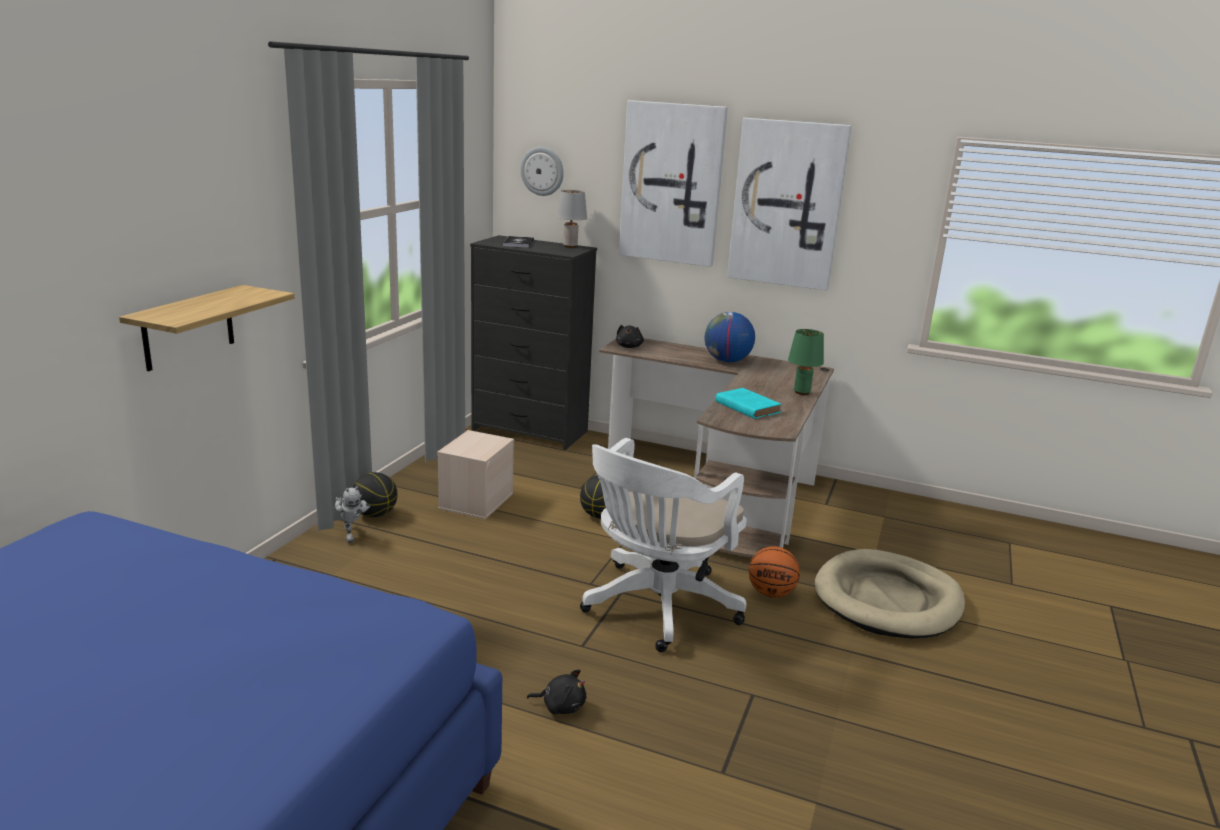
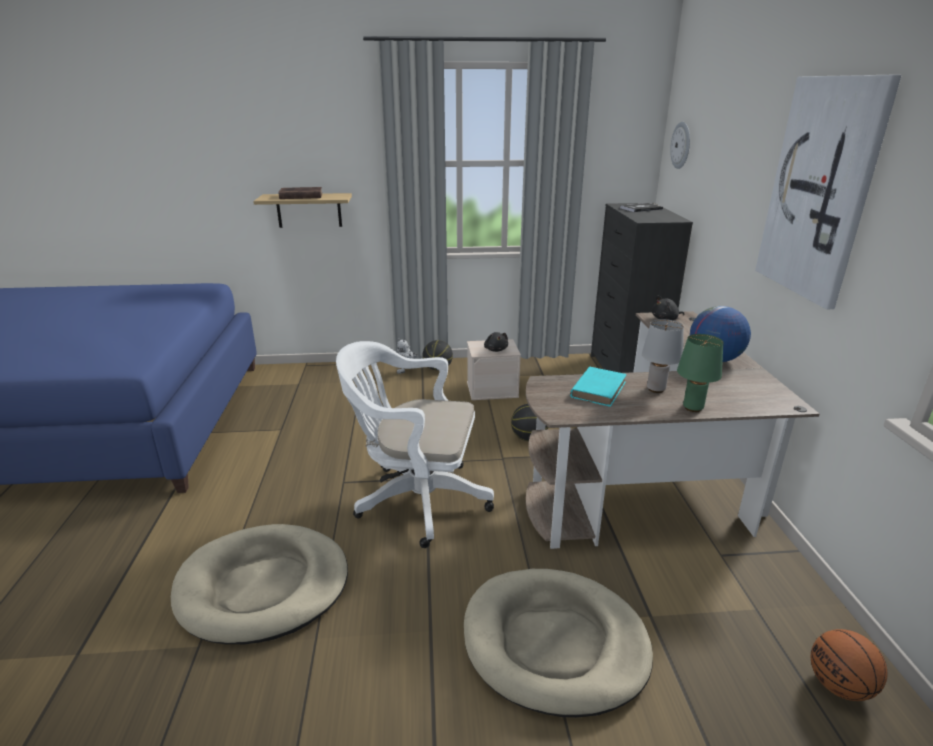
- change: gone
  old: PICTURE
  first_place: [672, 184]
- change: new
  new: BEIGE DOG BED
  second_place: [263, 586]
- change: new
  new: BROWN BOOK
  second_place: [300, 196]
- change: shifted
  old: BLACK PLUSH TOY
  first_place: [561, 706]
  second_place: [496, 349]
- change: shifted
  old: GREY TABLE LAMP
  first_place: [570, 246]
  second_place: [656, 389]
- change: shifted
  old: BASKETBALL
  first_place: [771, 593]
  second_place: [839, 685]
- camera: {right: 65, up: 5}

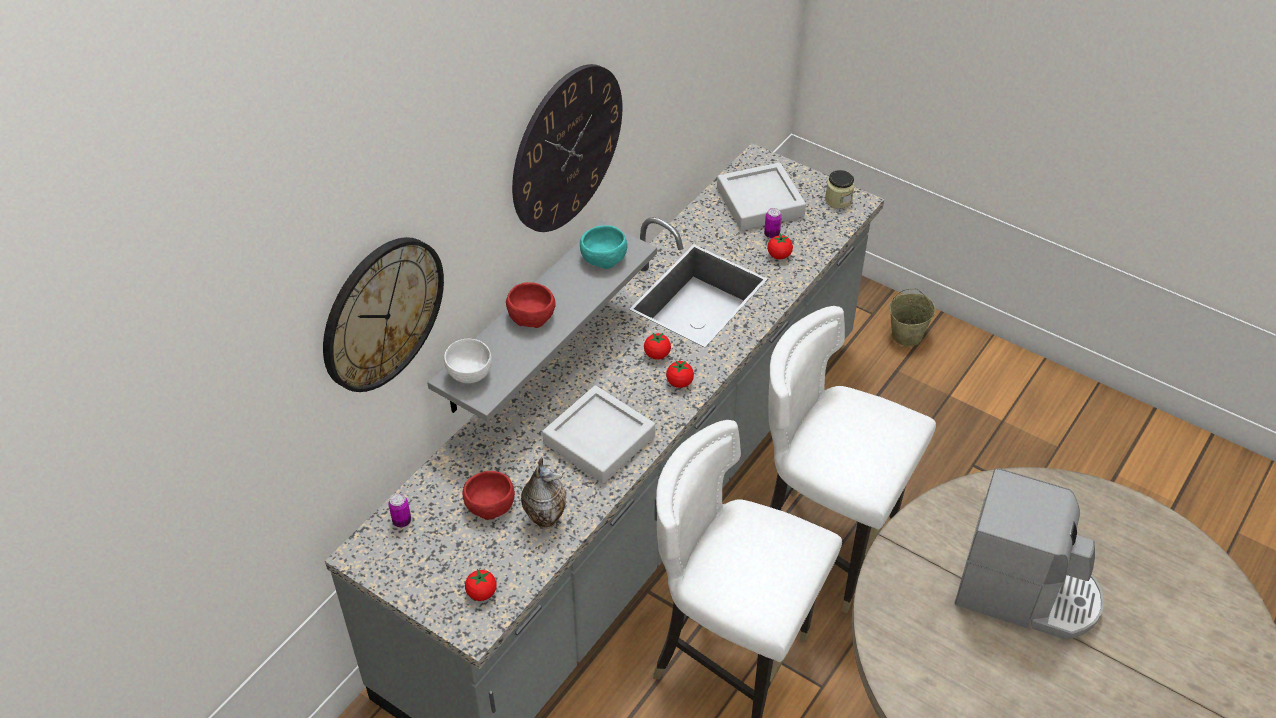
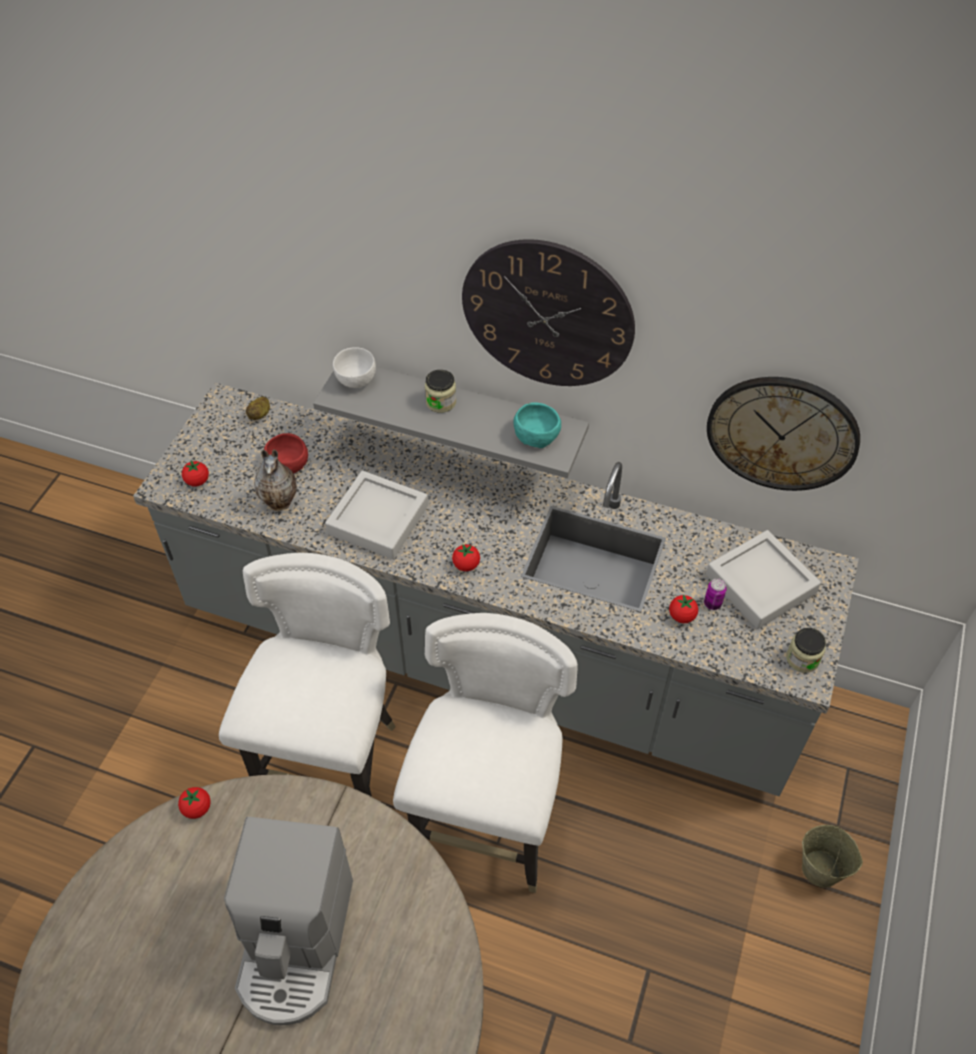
- change: shifted
  old: WALL CLOCK
  first_place: [382, 313]
  second_place: [782, 433]
- change: shifted
  old: TOMATO
  first_place: [657, 354]
  second_place: [197, 808]
- change: swapped
  old: CAN
  new: POTATO
  first_place: [402, 521]
  second_place: [260, 414]
- change: swapped
  old: RED BOWL
  new: JAR
  first_place: [531, 315]
  second_place: [441, 402]
- camera: {right: 75, up: 5}

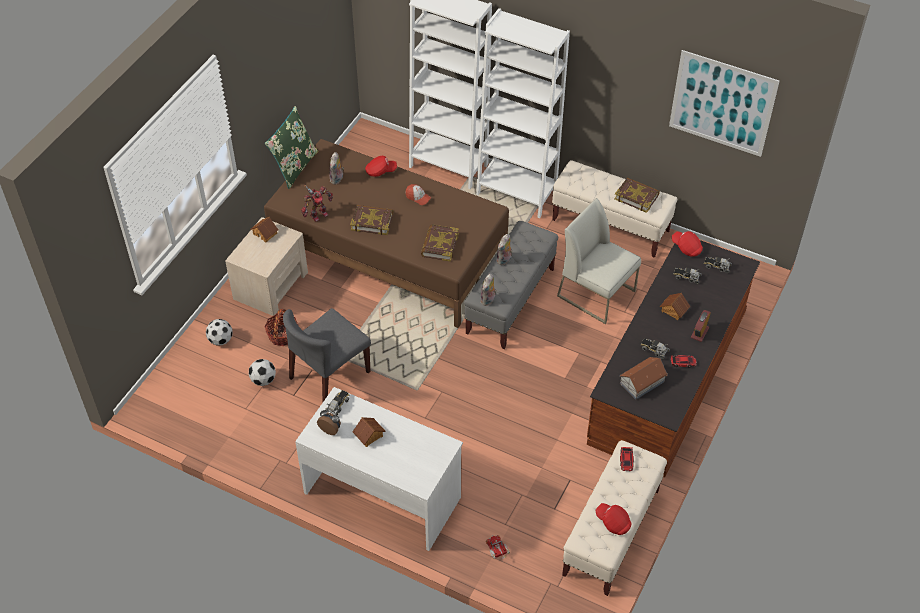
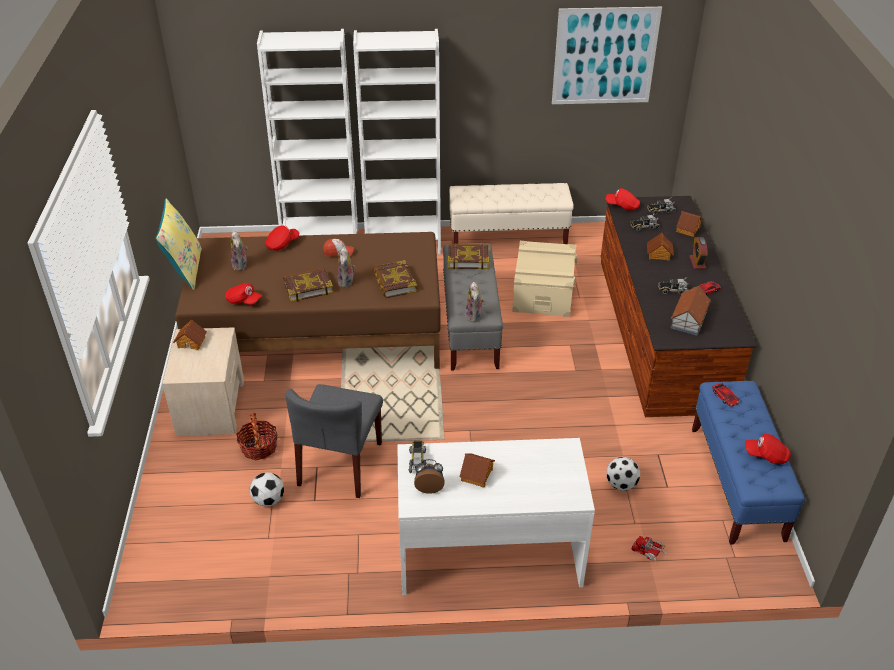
- change: new
  new: TOY HOUSE
  second_place: [688, 229]
- change: shifted
  old: FOOTBALL
  first_place: [220, 340]
  second_place: [621, 485]
- change: shifted
  old: PLUSH TOY
  first_place: [504, 260]
  second_place: [347, 282]
- change: shifted
  old: BOOK
  first_place: [636, 197]
  second_place: [468, 259]
- change: swapped
  old: TOY ROBOT
  new: RED CAP
  first_place: [318, 214]
  second_place: [243, 301]
- change: swapped
  old: WHITE CHAIR
  new: BEIGE STORAGE BOX
  first_place: [597, 293]
  second_place: [543, 292]
- change: repainted
  old: GREEN PILLOW
  new: YELLOW PILLOW
  first_place: [294, 167]
  second_place: [185, 270]
- change: repainted
  old: BEIGE BENCH
  new: BLUE BENCH
  first_place: [611, 533]
  second_place: [736, 483]
- camera: {right: -30, up: -10}

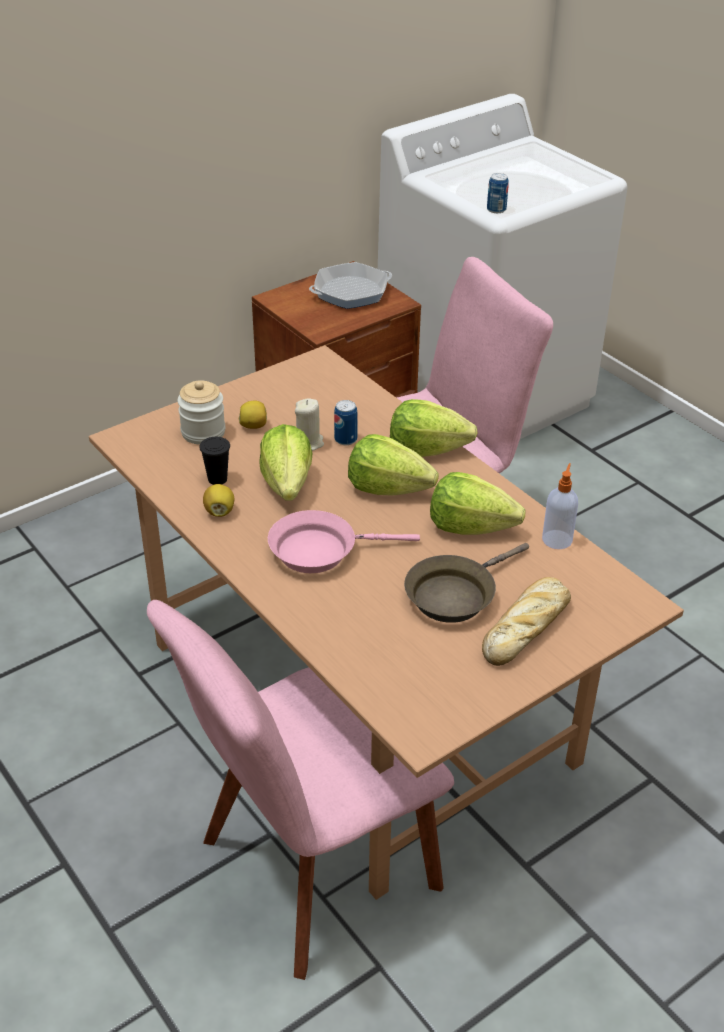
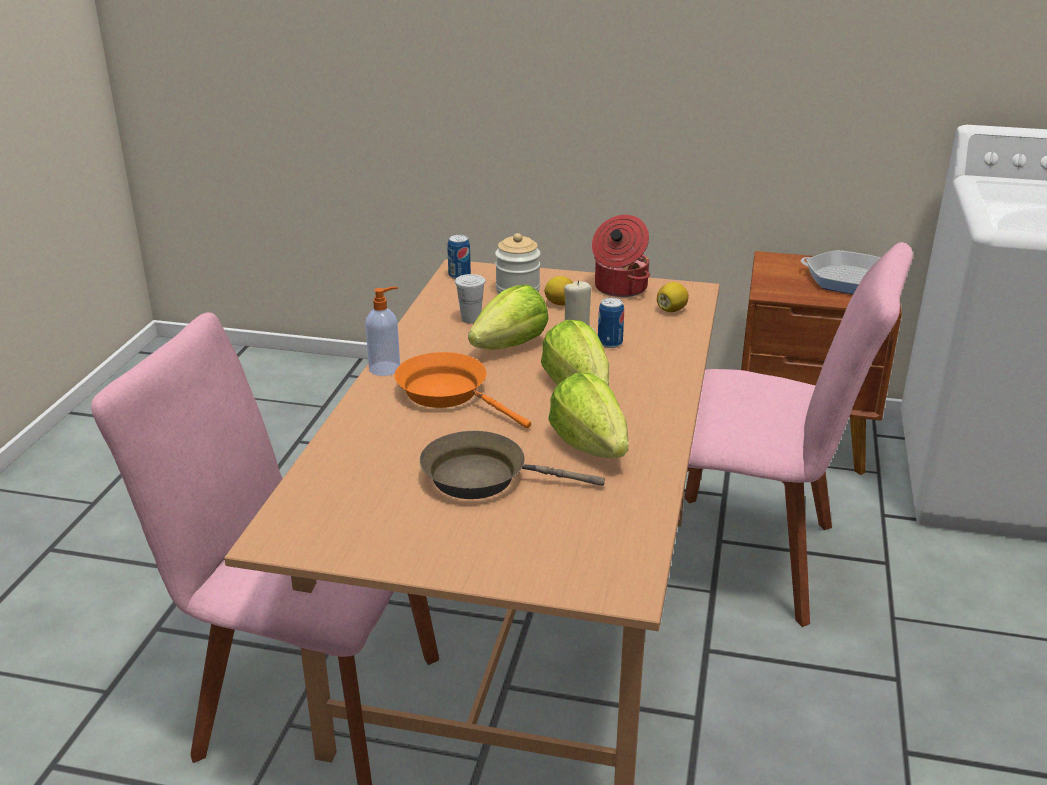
- change: gone
  old: LETTUCE
  first_place: [426, 449]
- change: gone
  old: BREAD
  first_place: [527, 626]
- change: new
  new: COOKING POT
  second_place: [619, 288]
- change: shifted
  old: LEMON
  first_place: [219, 511]
  second_place: [671, 310]
- change: shifted
  old: CAN
  first_place: [496, 209]
  second_place: [459, 275]
- change: shifted
  old: SOAP DISPENSER
  first_place: [557, 539]
  second_place: [386, 368]
- change: repainted
  old: BLACK CUP
  new: WHITE CUP
  first_place: [217, 479]
  second_place: [471, 319]
- change: repainted
  old: PINK FRYING PAN
  new: ORANGE FRYING PAN
  first_place: [320, 550]
  second_place: [448, 393]
- camera: {right: 50, up: -10}

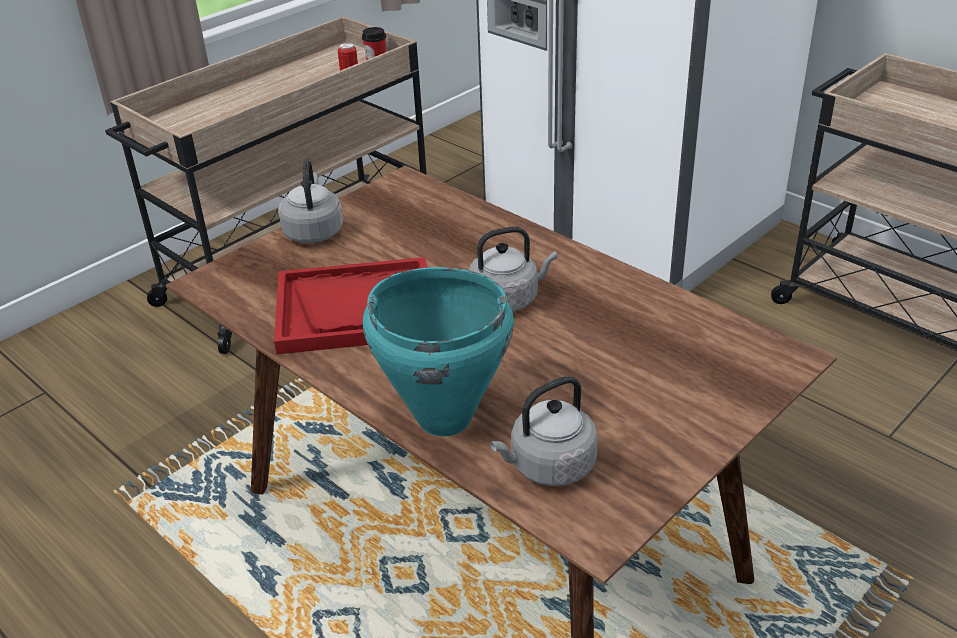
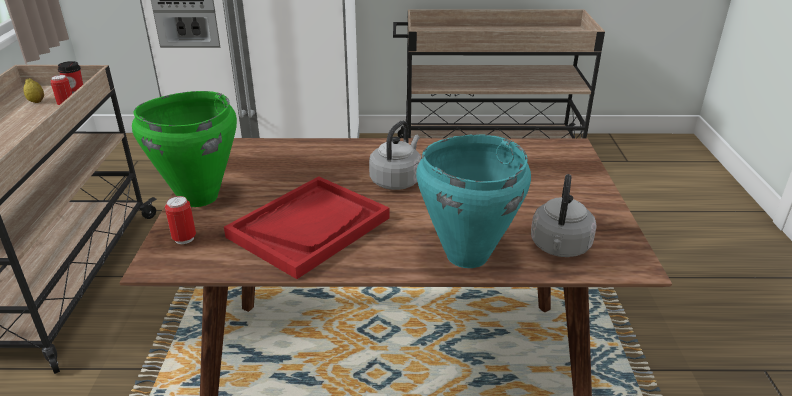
- change: new
  new: LEMON
  second_place: [36, 101]
- change: new
  new: CAN
  second_place: [184, 239]
- change: swapped
  old: GREY KETTLE
  new: GREEN COOKING POT
  first_place: [314, 231]
  second_place: [198, 197]
- camera: {right: -45, up: -5}

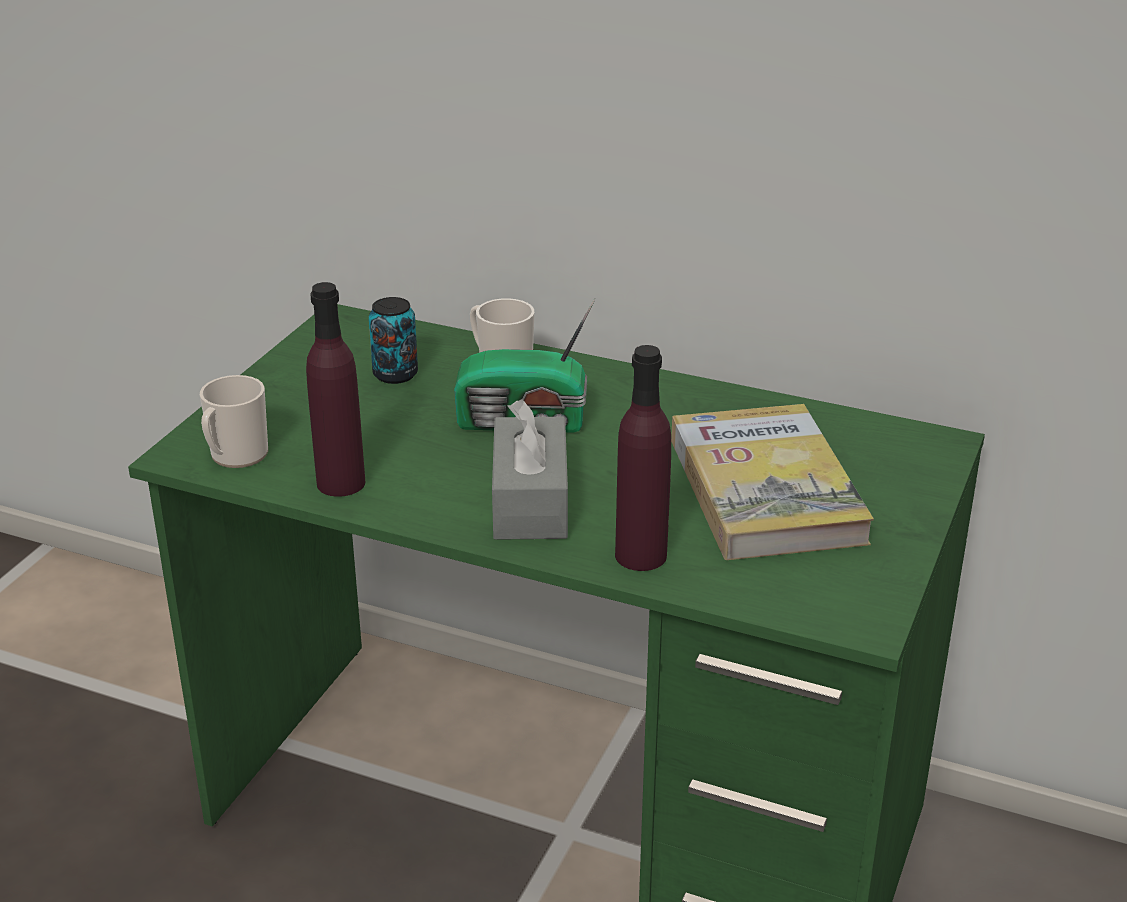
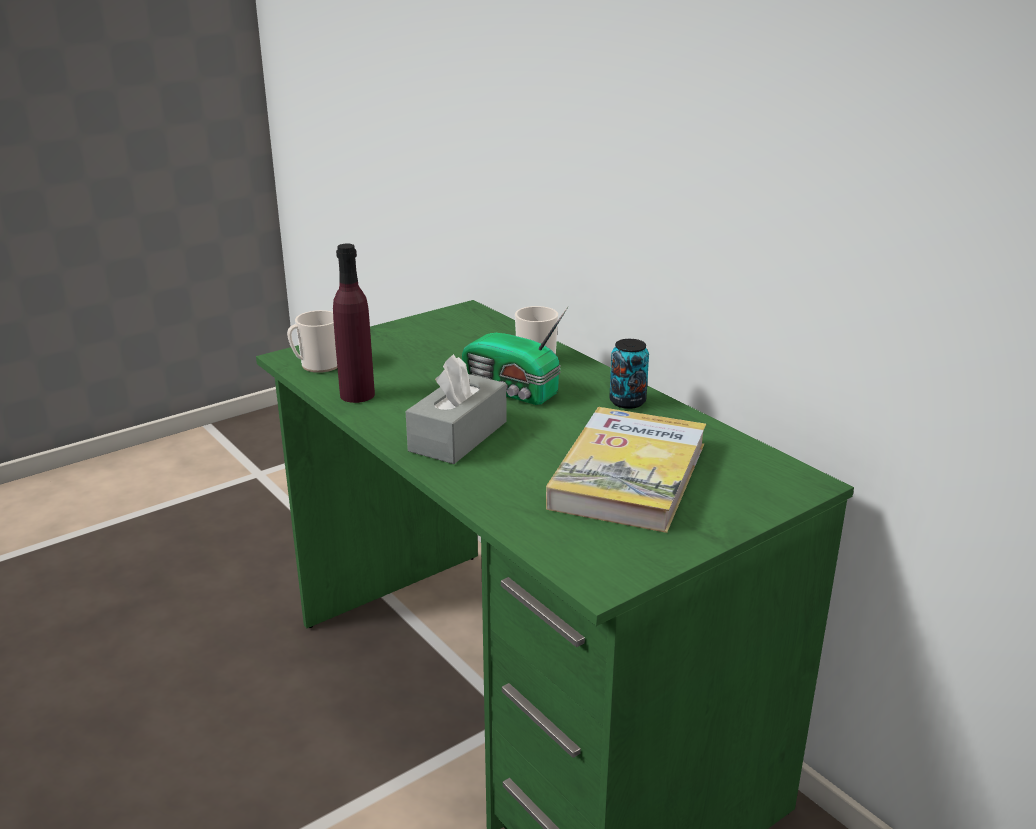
- change: gone
  old: PURPLE BOTTLE
  first_place: [641, 555]
- change: shifted
  old: CAN
  first_place: [395, 374]
  second_place: [627, 402]
- camera: {right: 30, up: -5}

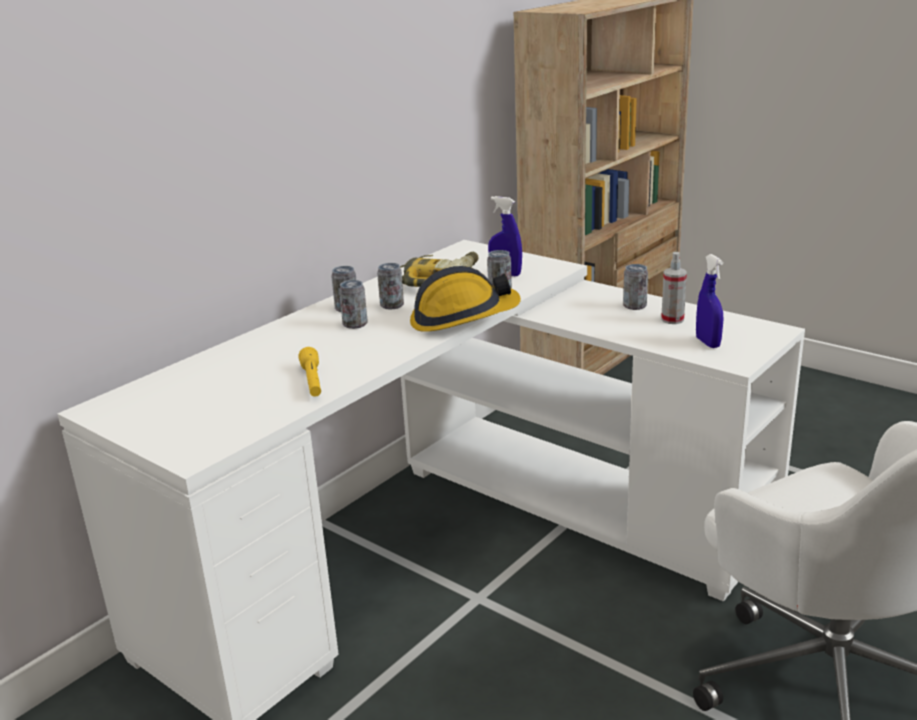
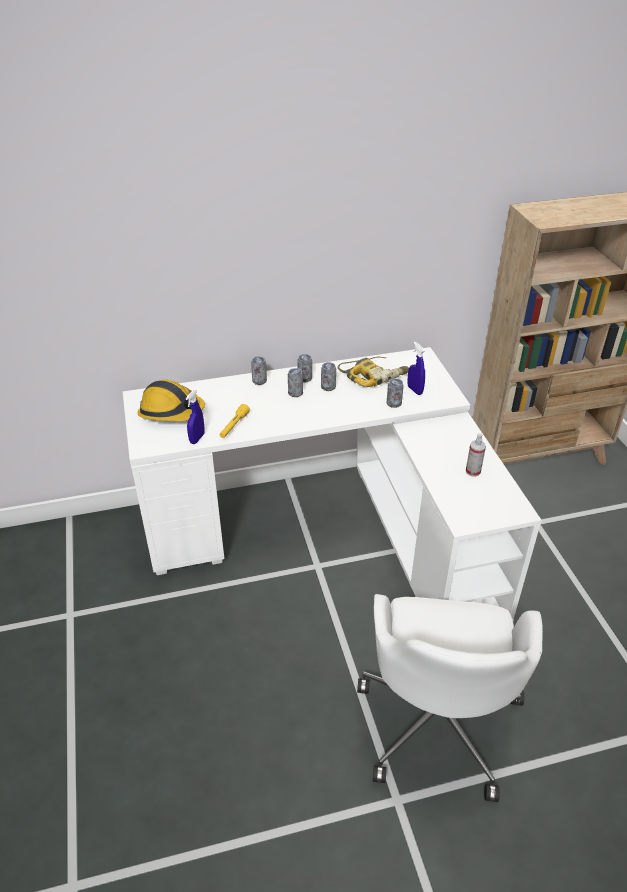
- change: shifted
  old: HARD HAT
  first_place: [463, 318]
  second_place: [171, 411]
- change: shifted
  old: CAN
  first_place: [634, 306]
  second_place: [259, 381]
- change: shifted
  old: BLUE SPRAY BOTTLE
  first_place: [707, 343]
  second_place: [197, 438]
- camera: {right: 35, up: 15}

